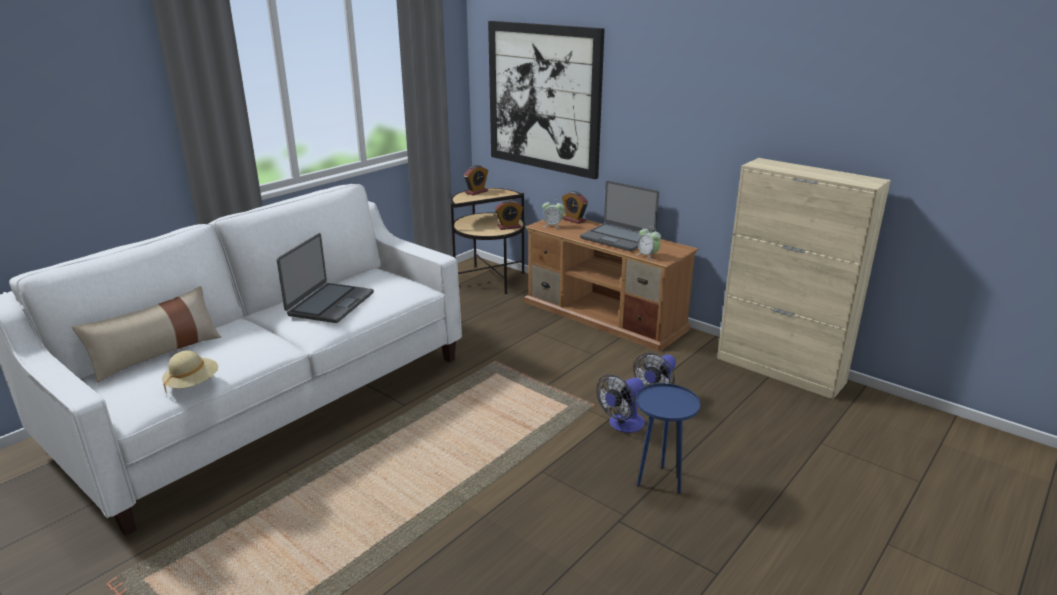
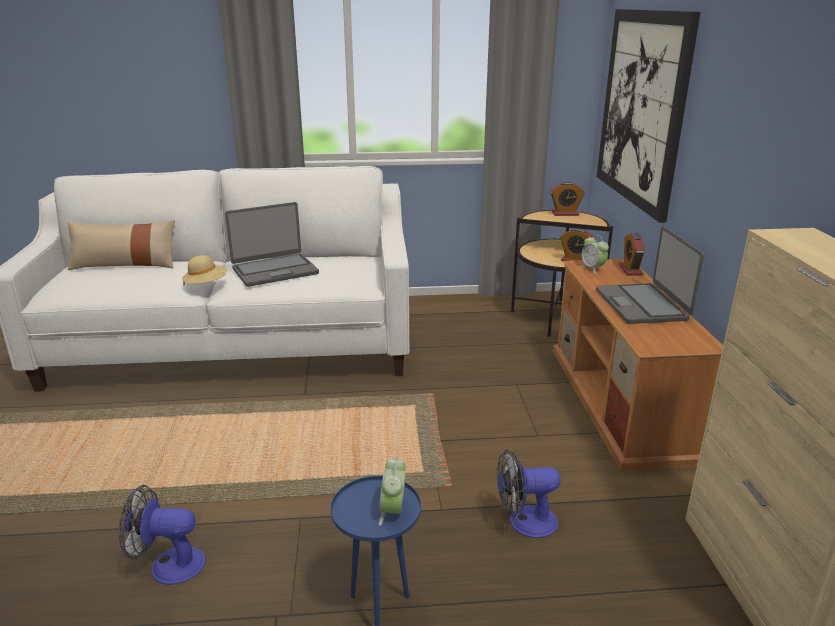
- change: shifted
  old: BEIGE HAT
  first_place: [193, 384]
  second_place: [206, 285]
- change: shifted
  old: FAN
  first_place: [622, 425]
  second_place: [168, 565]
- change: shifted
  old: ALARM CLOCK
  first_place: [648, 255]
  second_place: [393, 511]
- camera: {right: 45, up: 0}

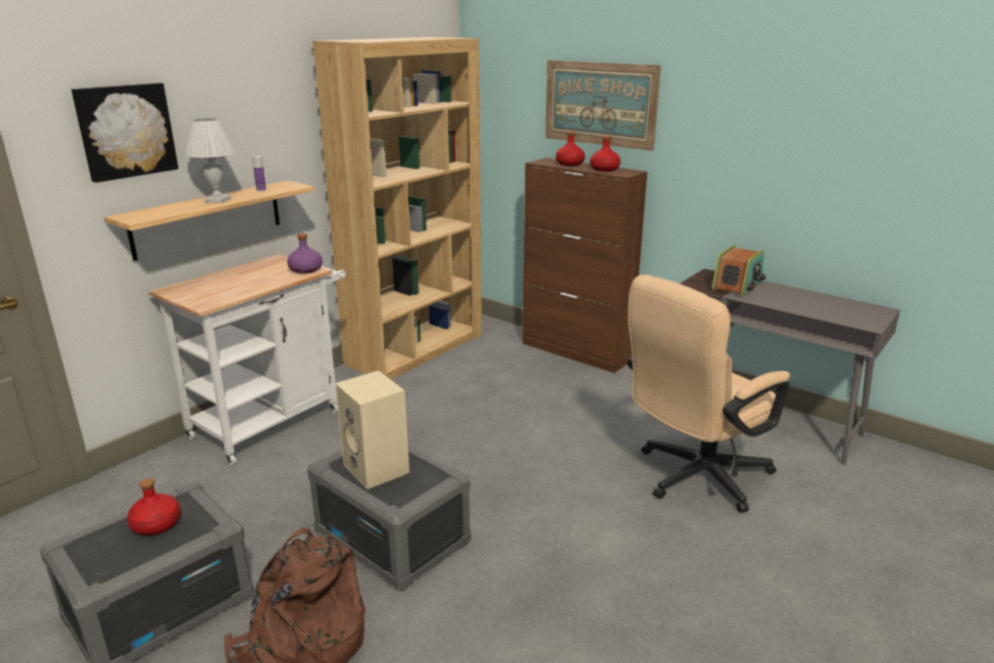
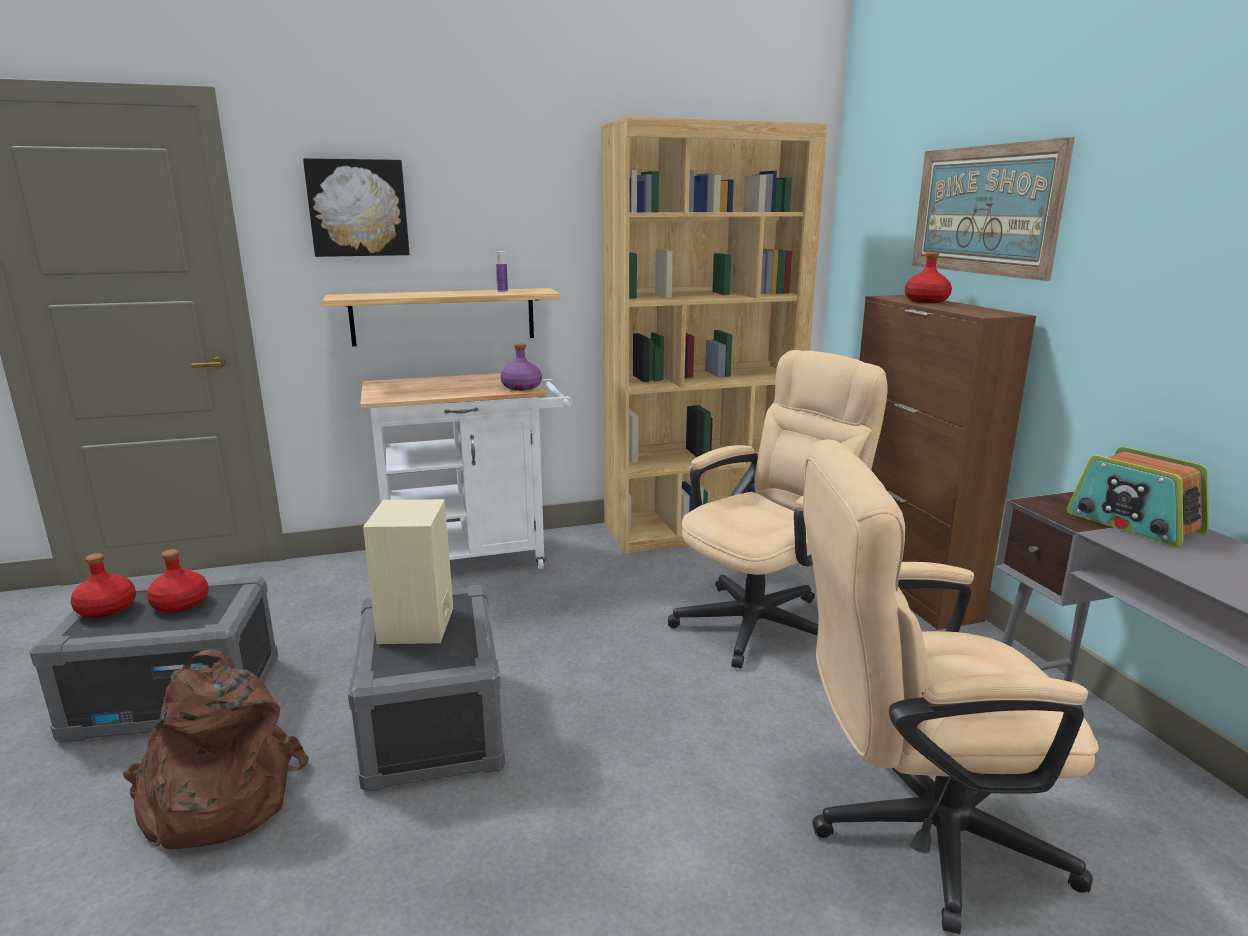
- change: gone
  old: WHITE TABLE LAMP
  first_place: [217, 200]
- change: new
  new: BEIGE OFFICE CHAIR
  second_place: [766, 619]
- change: shifted
  old: RED BOTTLE
  first_place: [604, 169]
  second_place: [106, 609]
- change: rotated
  old: RADIO
  first_place: [737, 286]
  second_place: [1133, 523]
  degrees: 75
- camera: {right: 35, up: -5}

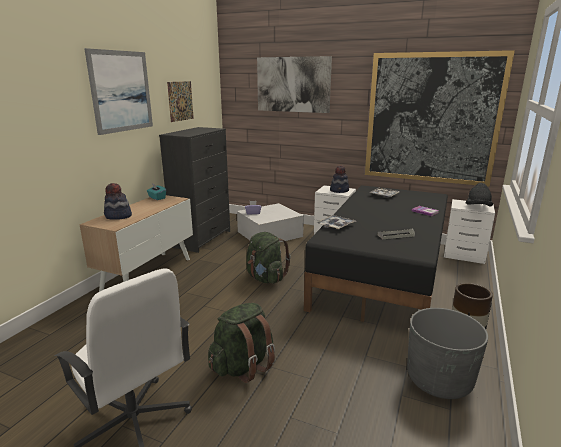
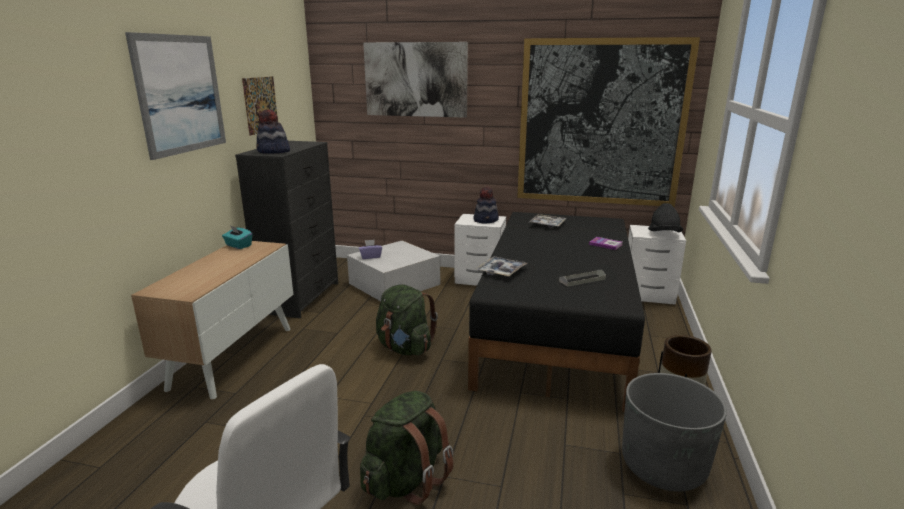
- change: shifted
  old: HAT
  first_place: [118, 216]
  second_place: [273, 152]
- camera: {right: -10, up: 0}

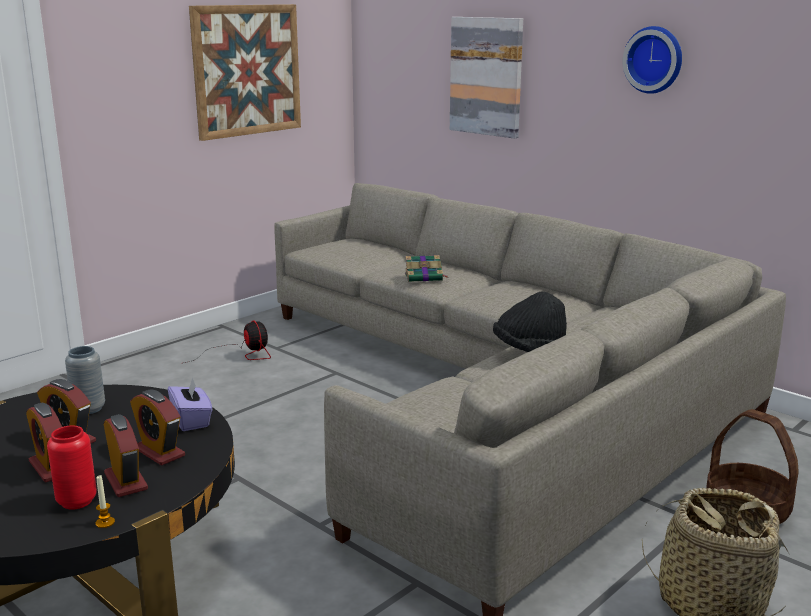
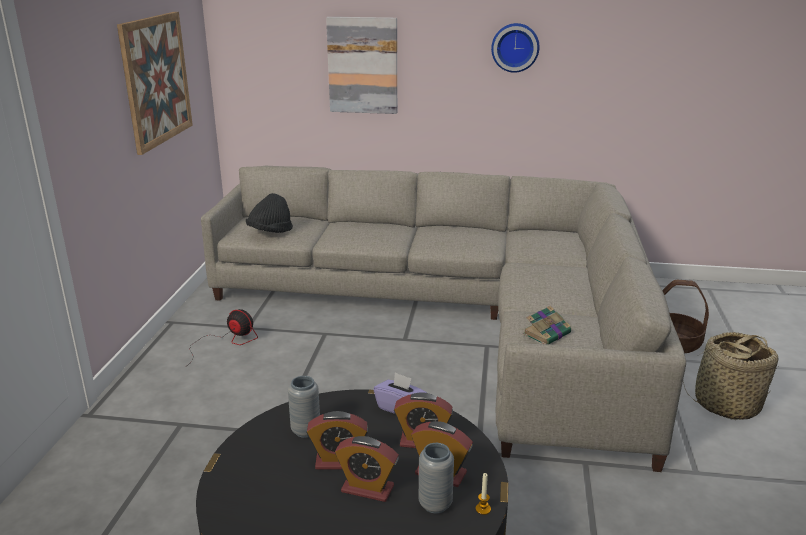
- change: shifted
  old: BOOK
  first_place: [424, 277]
  second_place: [547, 333]
- change: shifted
  old: BLACK HAT
  first_place: [529, 351]
  second_place: [270, 232]
- change: repainted
  old: RED VASE
  new: GREY VASE
  first_place: [77, 501]
  second_place: [435, 504]
- camera: {right: -35, up: 5}

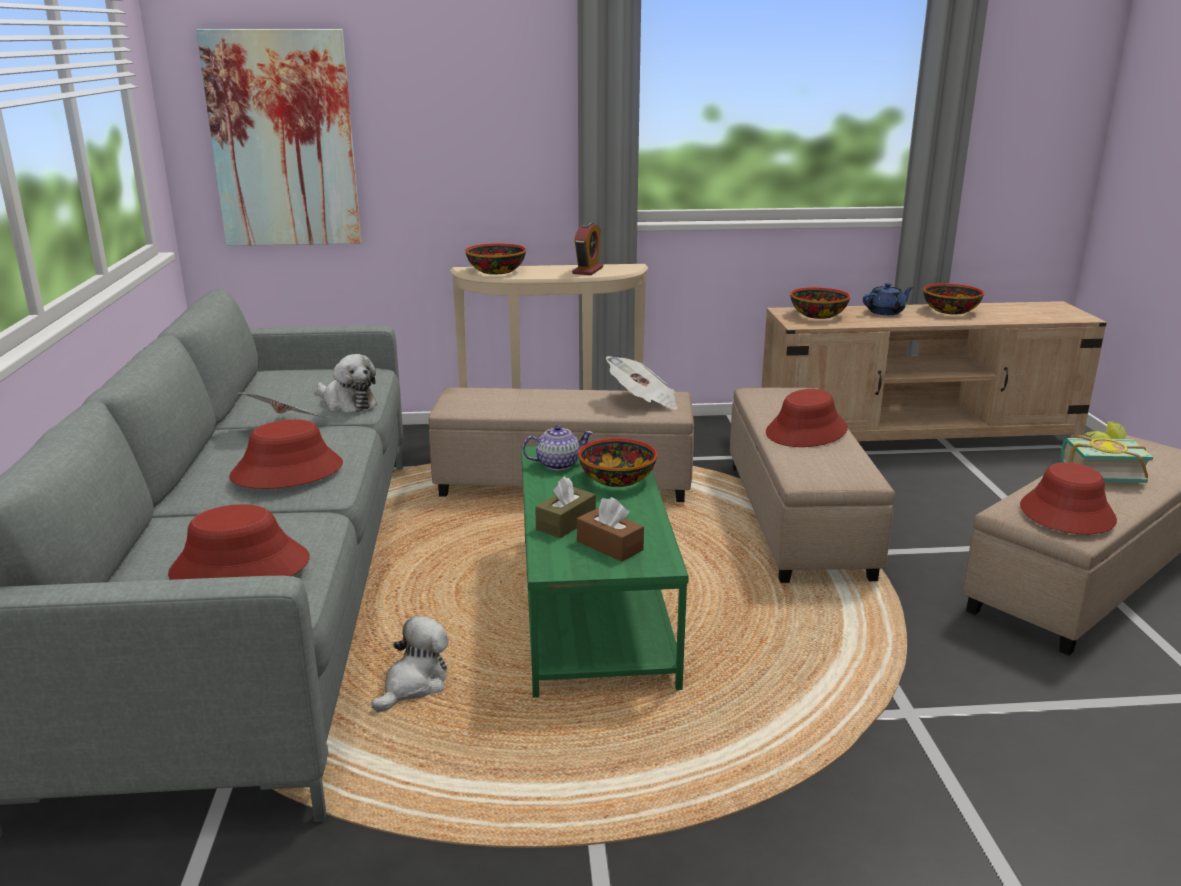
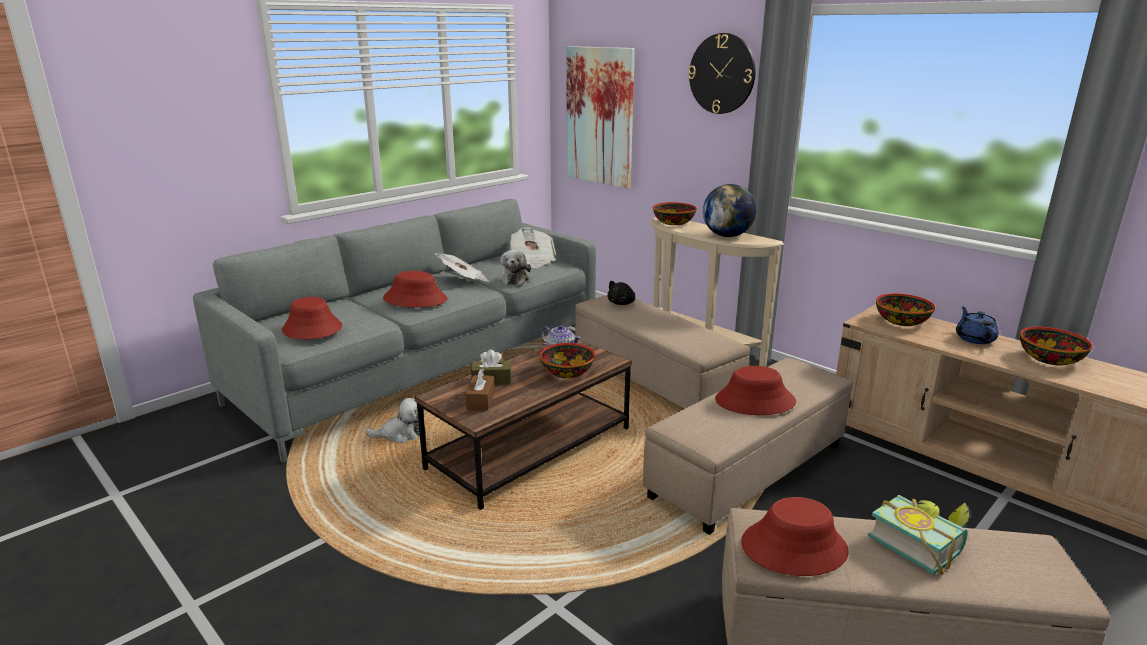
- change: new
  new: BLACK PLUSH TOY
  second_place: [622, 303]
- change: new
  new: WALL CLOCK
  second_place: [722, 74]
- change: shifted
  old: NEWSPAPER
  first_place: [643, 402]
  second_place: [533, 260]
- change: swapped
  old: ALARM CLOCK
  new: GLOBE
  first_place: [587, 270]
  second_place: [727, 236]
- change: repainted
  old: GREEN COFFEE TABLE
  new: BROWN COFFEE TABLE
  first_place: [592, 607]
  second_place: [530, 448]
- change: rotated
  old: BLUE TEAPOT
  first_place: [885, 312]
  second_place: [974, 339]
  degrees: -120
- camera: {right: 50, up: 0}

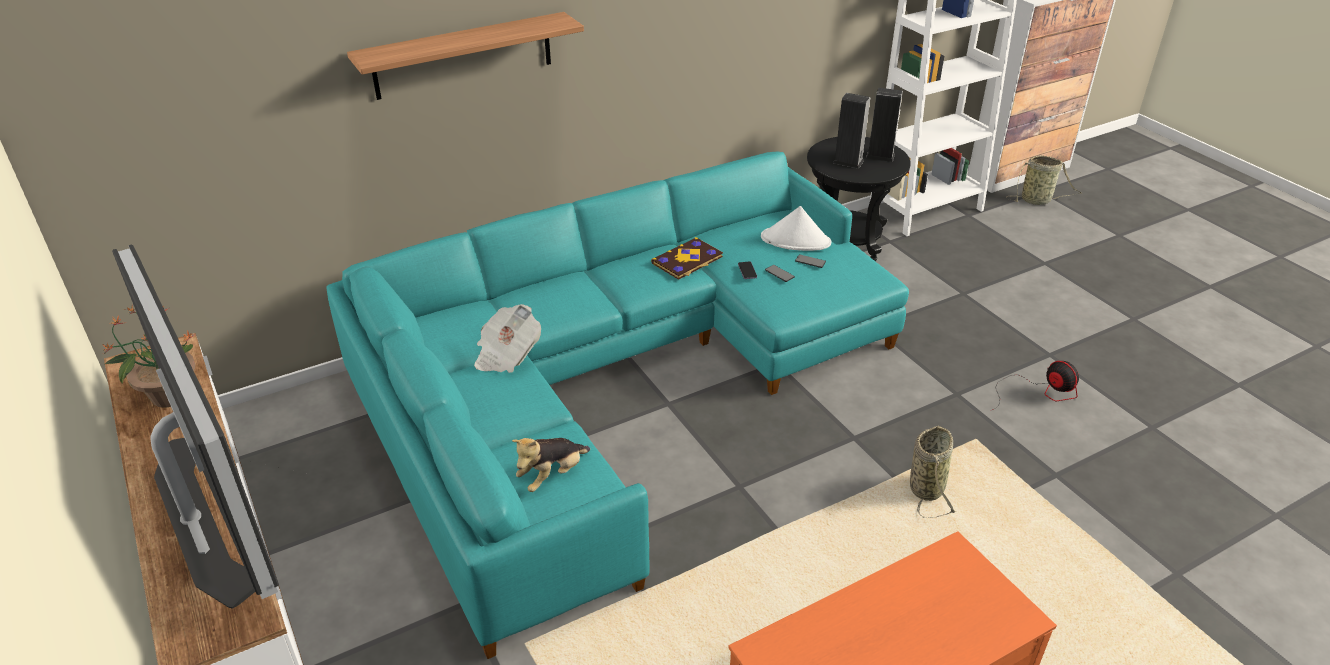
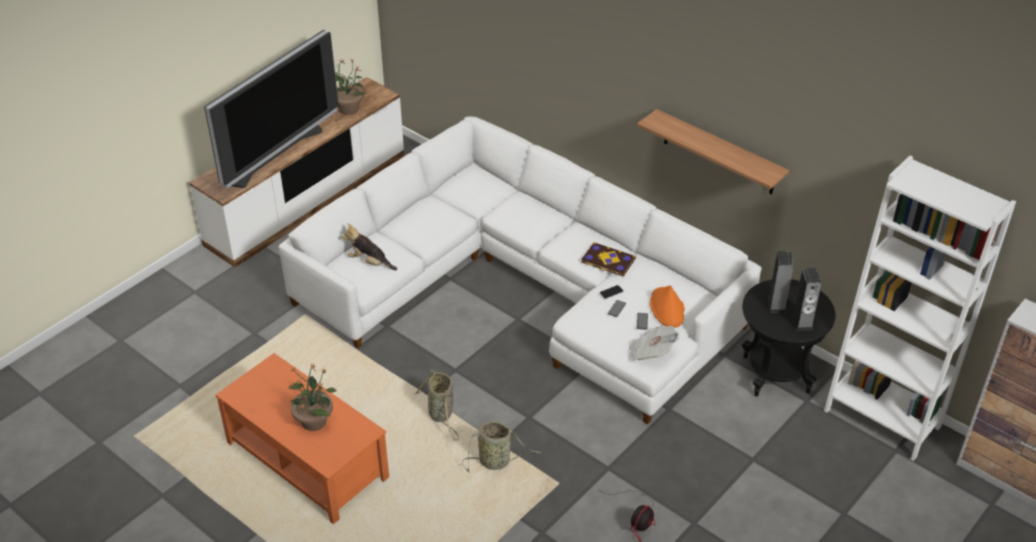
- change: new
  new: POTTED PLANT
  second_place: [314, 420]
- change: shifted
  old: SHELF
  first_place: [463, 56]
  second_place: [719, 153]
- change: shifted
  old: NEWSPAPER
  first_place: [507, 355]
  second_place: [651, 352]
- change: shifted
  old: BASKET
  first_place: [1037, 200]
  second_place: [441, 415]
- change: repainted
  old: TURQUOISE SOFA
  new: WHITE SOFA
  first_place: [612, 382]
  second_place: [526, 288]
- change: repainted
  old: WHITE HAT
  new: ORANGE HAT
  first_place: [796, 240]
  second_place: [667, 308]
- camera: {right: 70, up: 5}

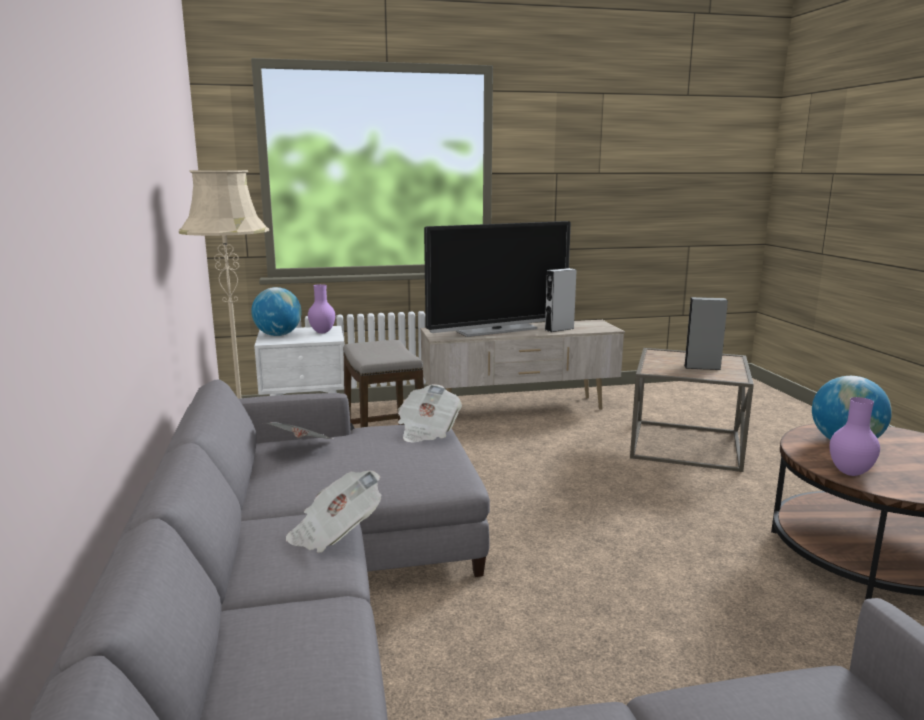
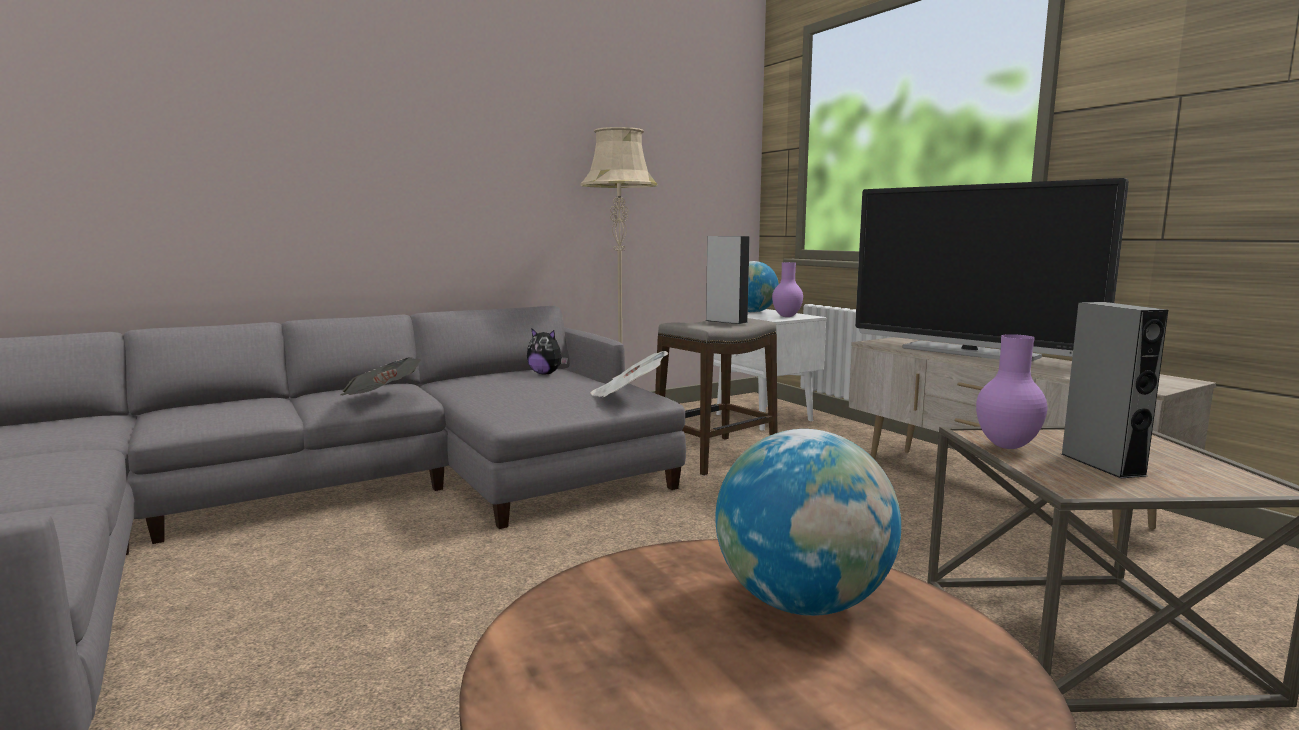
- change: shifted
  old: GREY SPEAKER
  first_place: [559, 329]
  second_place: [726, 321]
- change: shifted
  old: PURPLE VASE
  first_place: [851, 473]
  second_place: [1008, 447]
- change: swapped
  old: NEWSPAPER
  new: PLUSH TOY
  first_place: [302, 449]
  second_place: [546, 374]
- camera: {right: 70, up: -5}

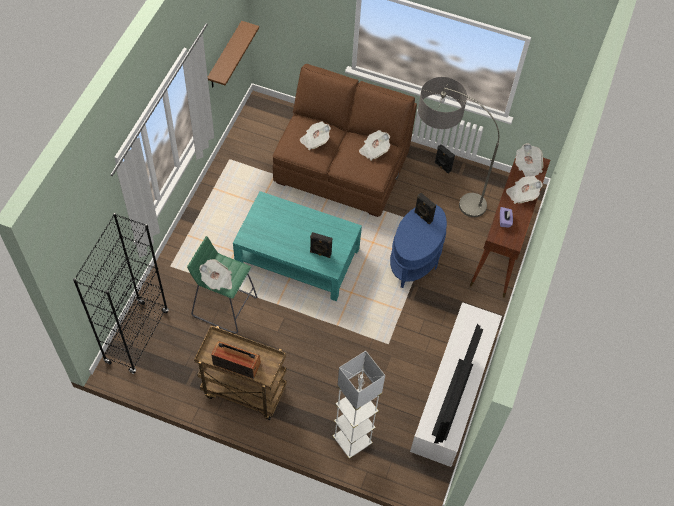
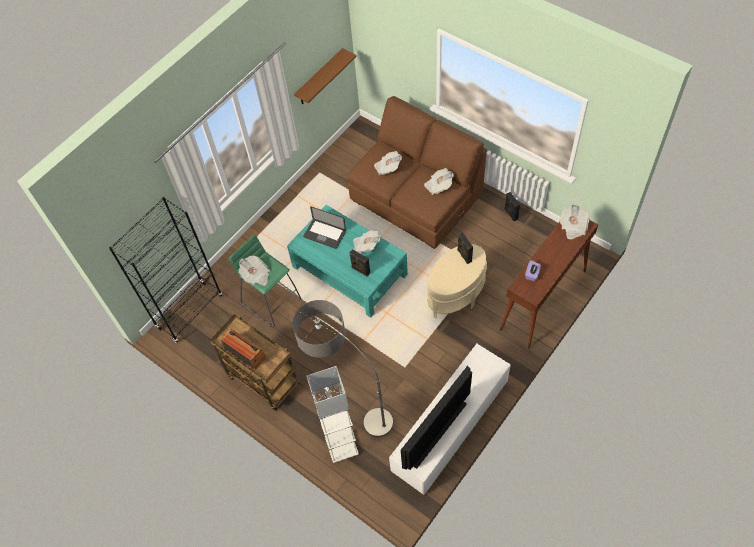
- change: new
  new: LAPTOP
  second_place: [324, 234]
- change: shifted
  old: FLOOR LAMP
  first_place: [440, 196]
  second_place: [349, 404]
- change: shifted
  old: NEWSPAPER
  first_place: [522, 194]
  second_place: [366, 245]
- change: repainted
  old: BLUE SIDE TABLE
  new: BEIGE SIDE TABLE
  first_place: [415, 259]
  second_place: [456, 294]
- camera: {right: 25, up: 0}

